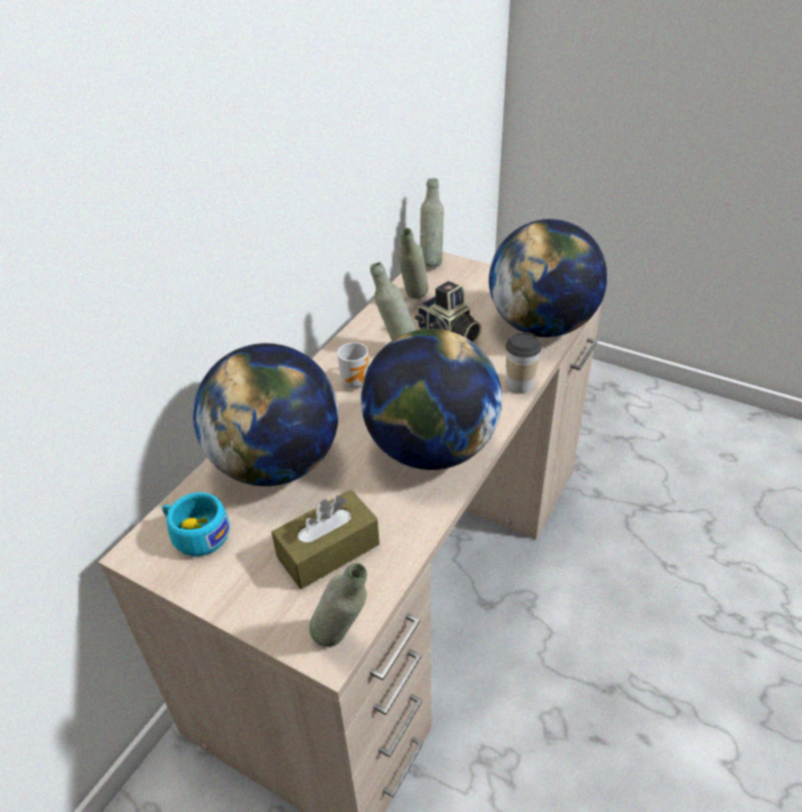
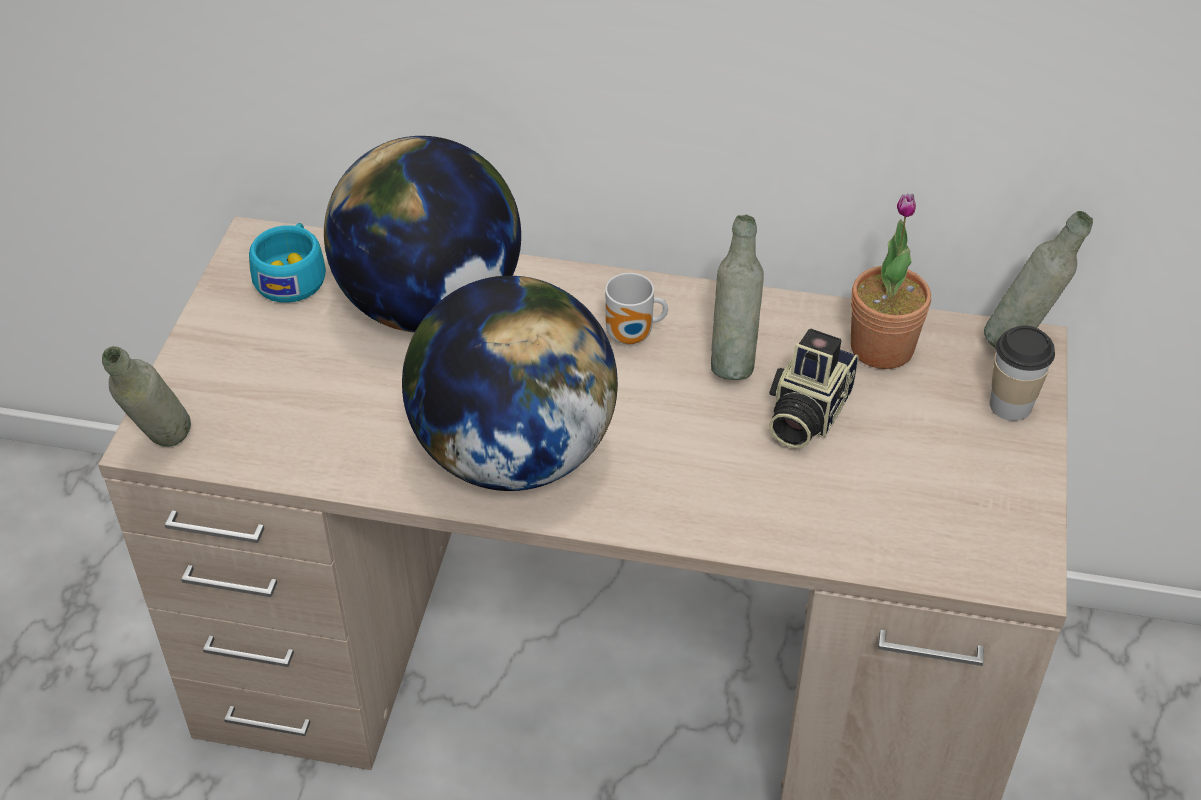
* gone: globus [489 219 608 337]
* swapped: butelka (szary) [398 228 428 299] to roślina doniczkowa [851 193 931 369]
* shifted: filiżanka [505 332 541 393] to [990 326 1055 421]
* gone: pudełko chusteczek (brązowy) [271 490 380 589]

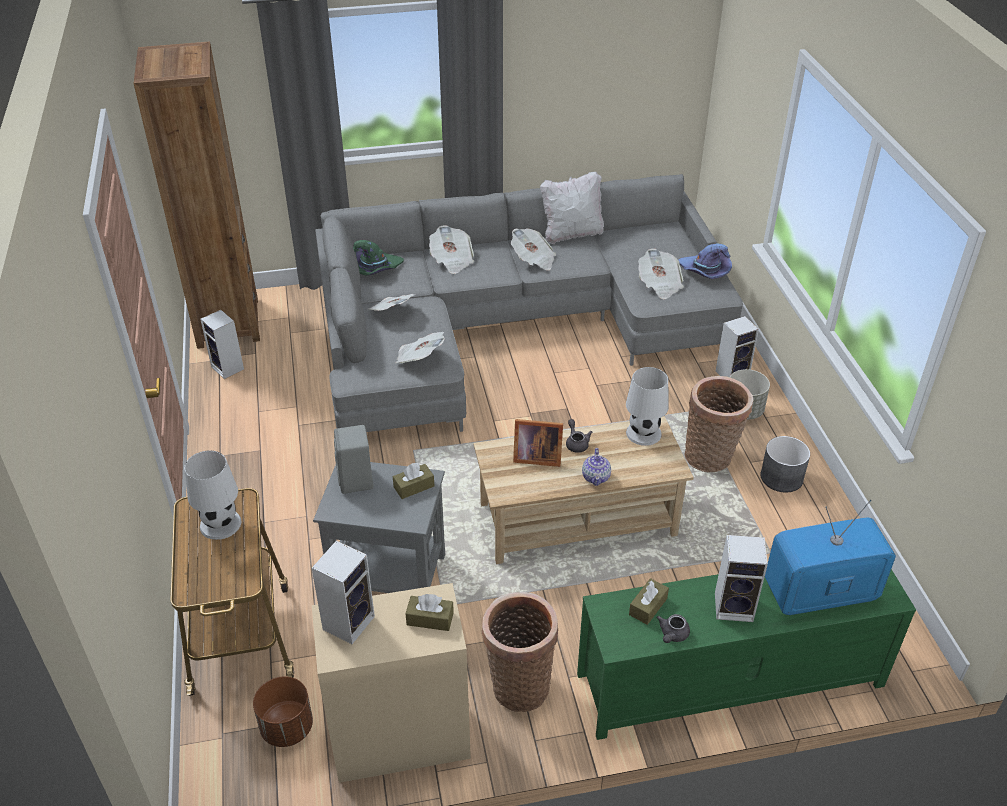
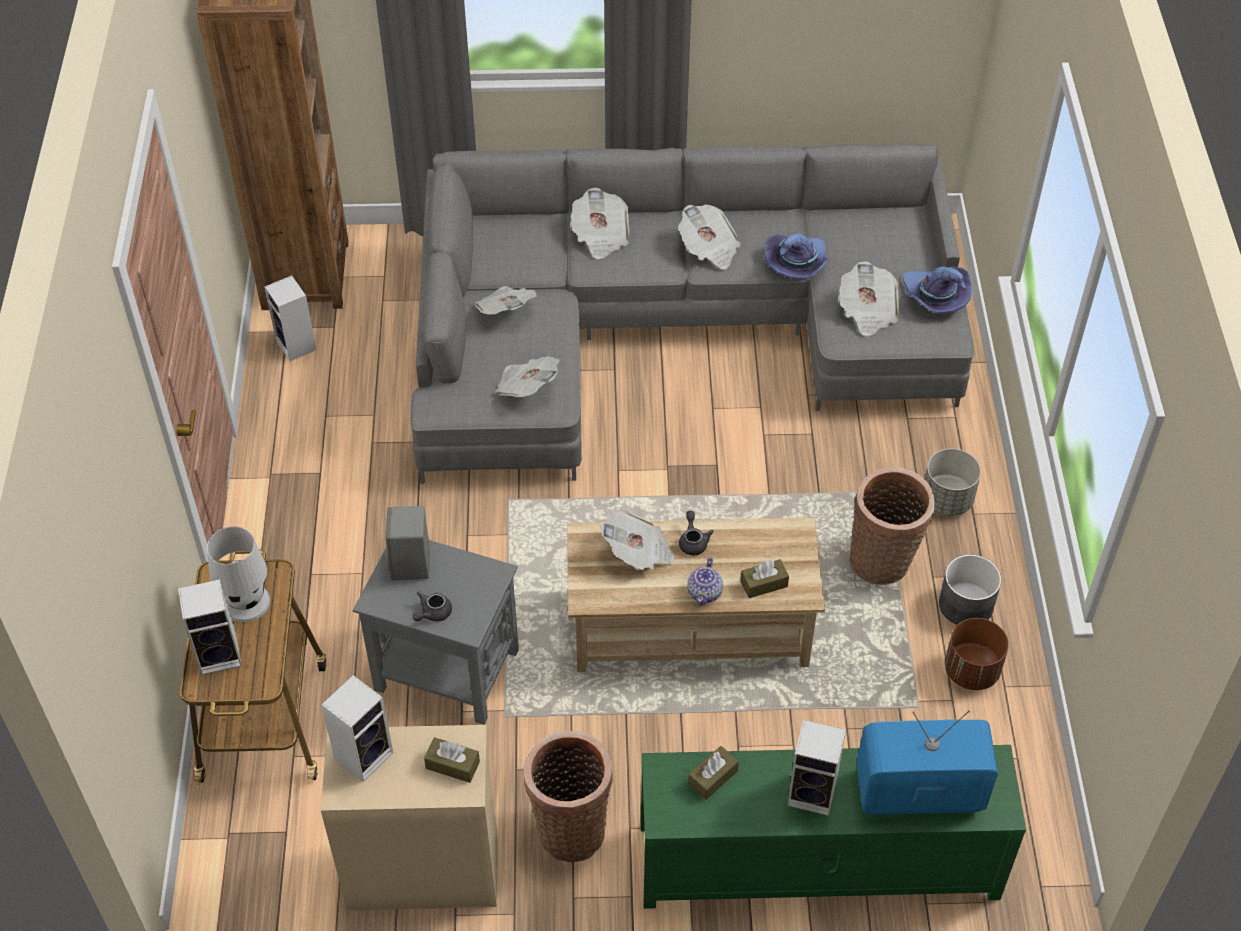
* gone: poduszka (biały) [540 172 604 244]
* gone: kapelusz (zielony) [353 240 404 276]
* shifted: głośnik [716 316 759 377] to [178 579 242 675]
* gone: lampa stołowa (biały) [626 367 669 446]
* swapped: ramka na zdjęcie [513 419 563 467] to gazeta [600 509 676 570]
* shifted: pudełko chusteczek (brązowy) [393 463 434 499] to [740 559 789 598]
* shifted: imbryk (szary) [657 614 690 643] to [413 592 452 622]
* shifted: donica (brązowy) [253 676 313 747] to [945 618 1009 690]
* new: kapelusz (fioletowy) [764 233 828 280]

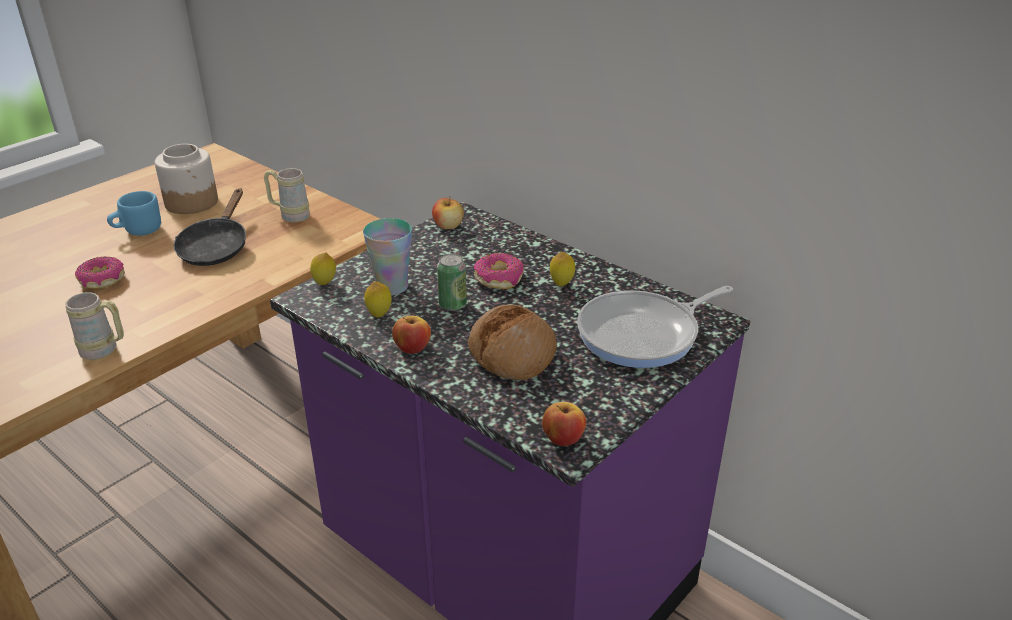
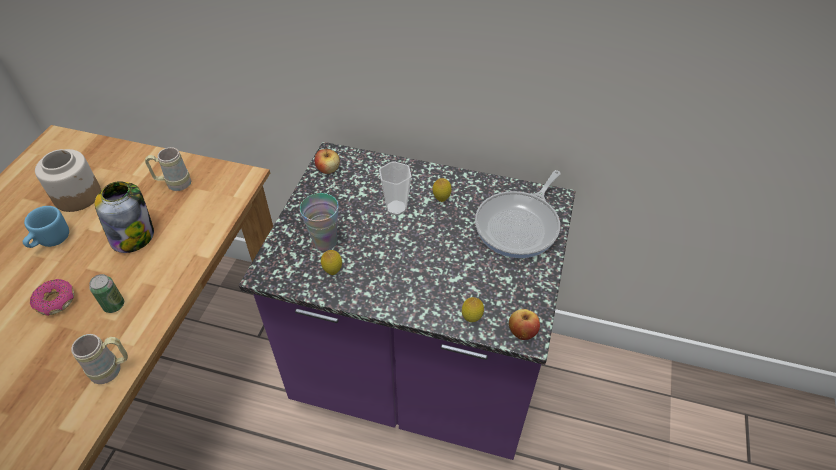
* swapped: patelnia (czarny) [174 188 246 266] to słoik [95 181 154 253]
* shifted: cytryna [310 253 336 285] to [462 297 484 322]
* shifted: puszka [437 253 467 311] to [89 274 124 313]
* swapped: donut [474 253 524 289] to filiżanka [379 161 411 216]
* gone: chleb [468 305 557 380]
* gone: jabłko [392 316 431 354]

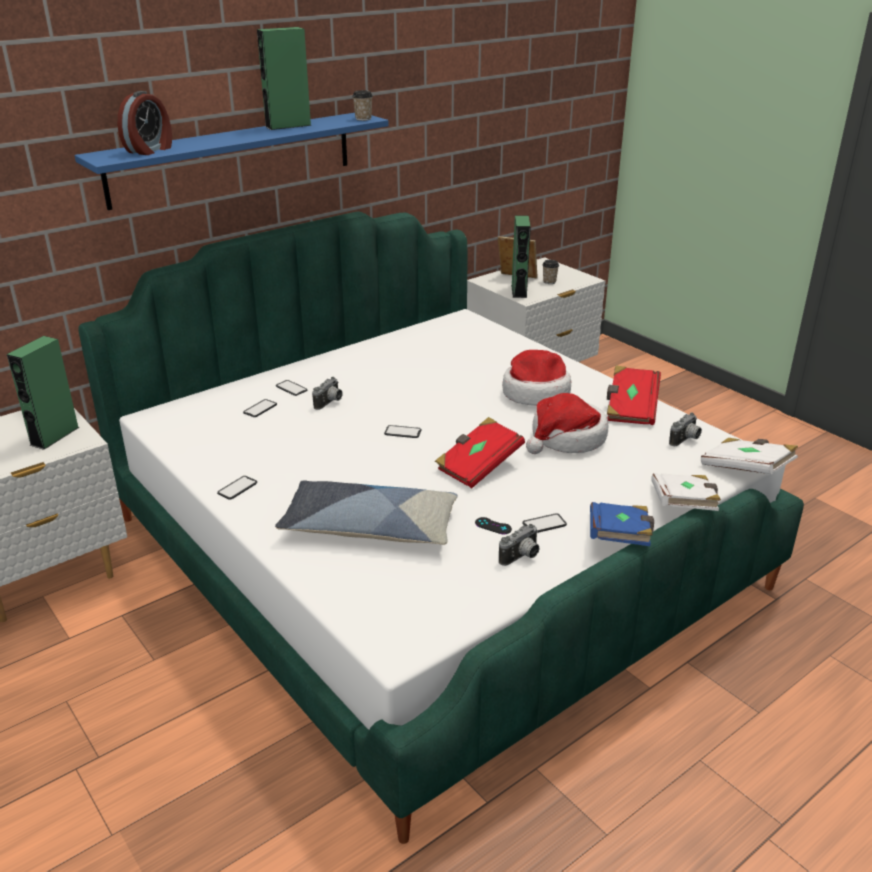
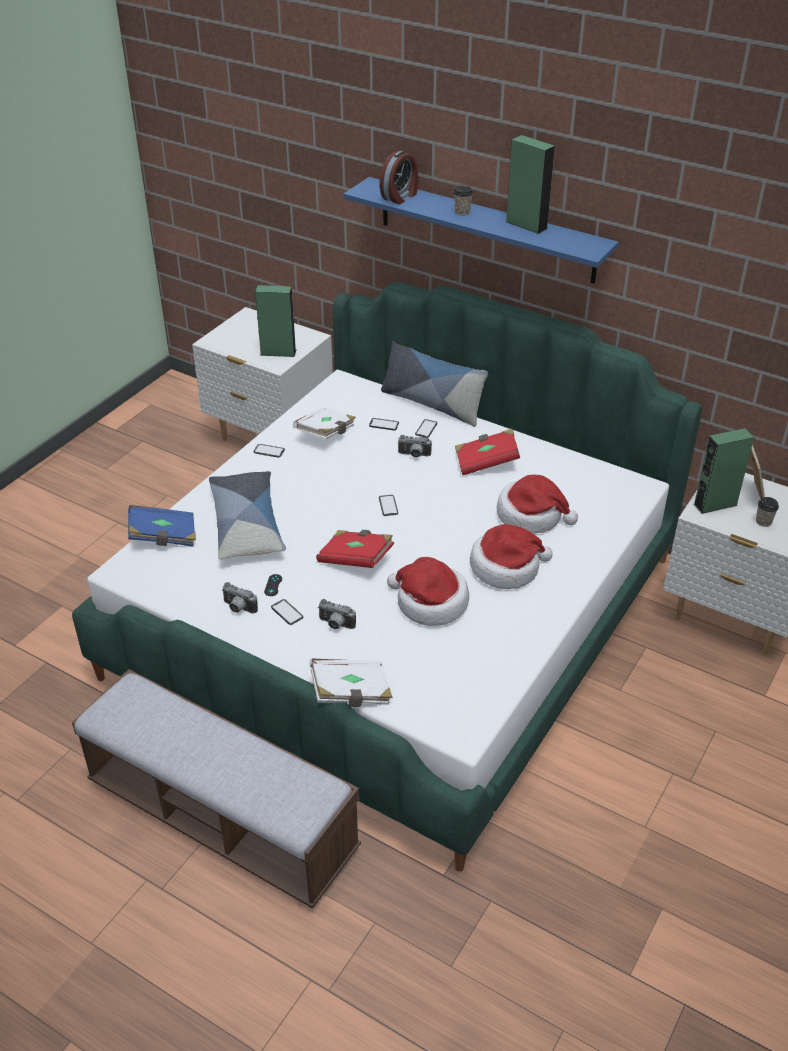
* shifted: filiżanka [352 90 373 121] to [453 185 473 216]
* rotated: budzik [117 91 172 155] = [380 151 418 204] 60 degrees counterclockwise
* shifted: książka (czerwony) [607 365 661 425] to [455 429 520 475]
* shifted: aparat fotograficzny [669 413 702 446] to [318 599 356 630]
* shifted: książka (biały) [701 438 798 474] to [293 408 356 440]
* shifted: książka (niebieski) [590 502 654 546] to [128 505 196 547]
* new: poduszka [381 341 488 427]
* new: kapelusz [497 475 578 534]
* new: ławka [72 669 361 909]

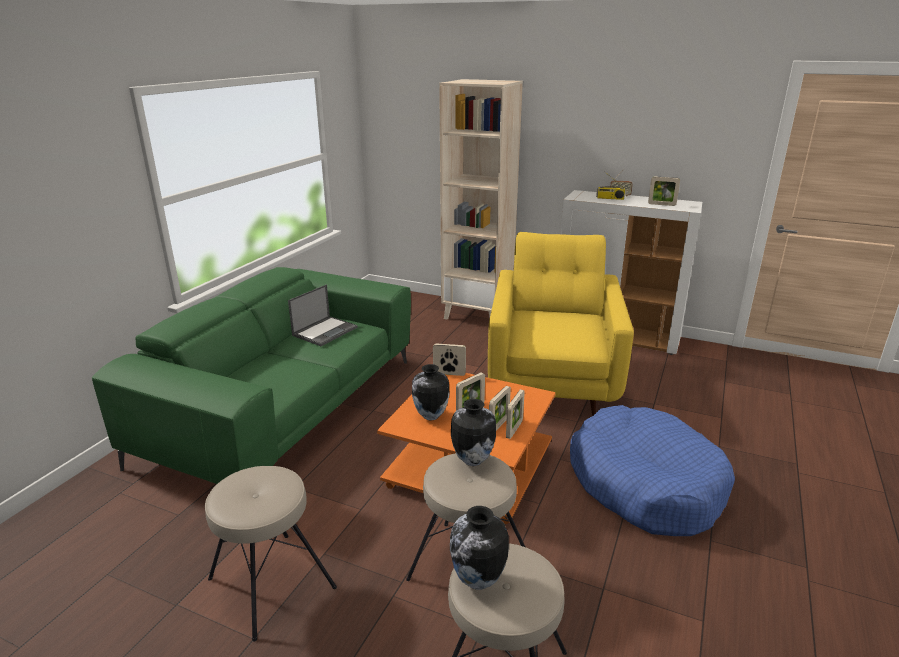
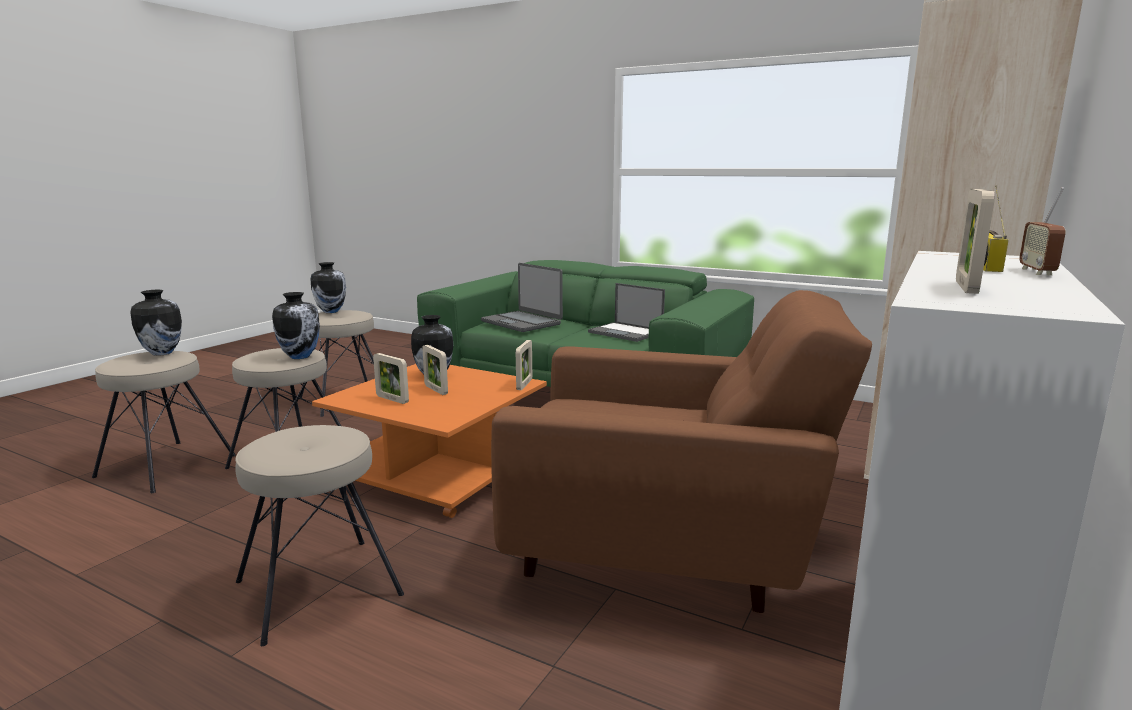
* repainted: fotel (żółty) [488 232 634 415] to fotel (brązowy) [491 290 872 613]
* gone: ramka na zdjęcie [506 389 525 439]
* swapped: legowisko (niebieski) [570 405 735 536] to stołek (beżowy) [235 425 404 646]
* new: wazon [311 262 346 313]
* new: laptop [481 263 563 332]

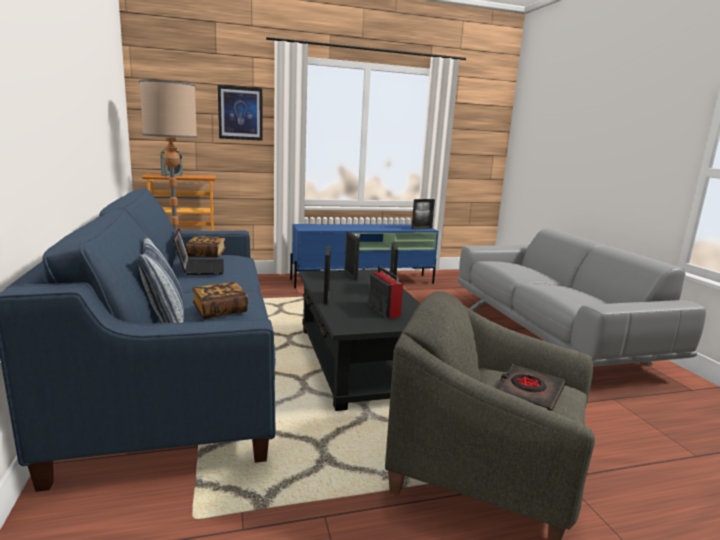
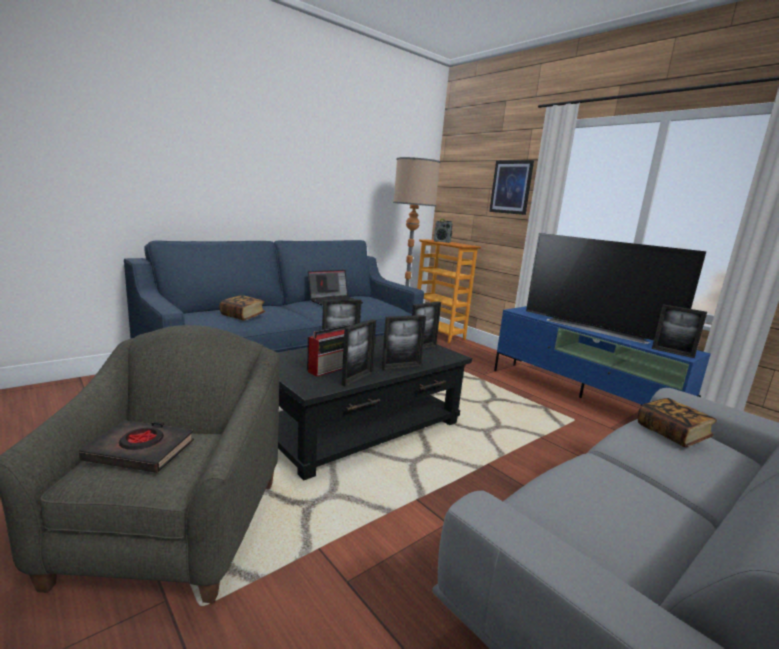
* gone: poduszka [137 236 184 323]
* shifted: książka [186 236 226 257] to [637 398 717 447]
* new: telewizor [526 233 706 344]
* new: ramka na zdjęcie [342 319 376 387]

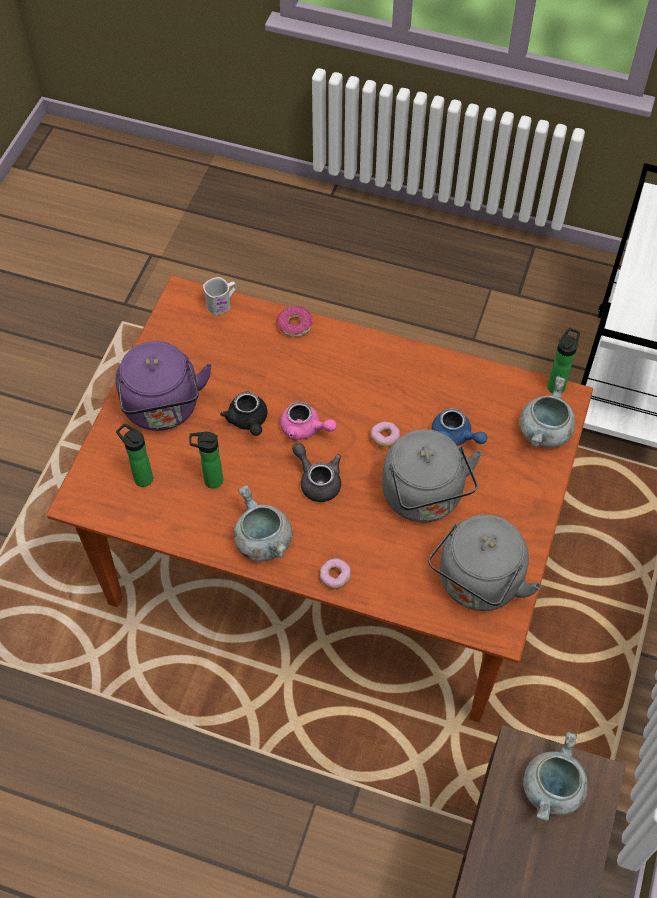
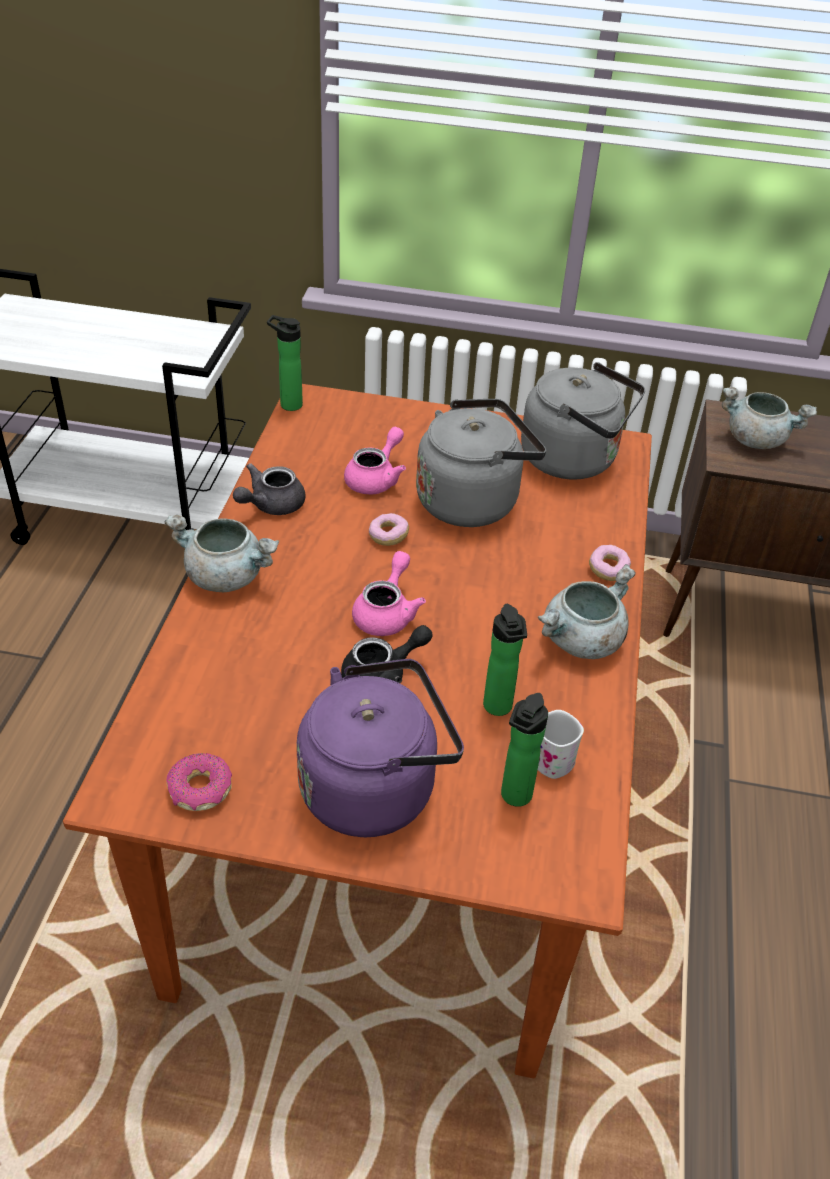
* shifted: kubek (biały) [203 277 236 315] to [538 710 584 779]
* shifted: donut [277 306 313 337] to [166 753 232 811]
* shifted: garnek (szary) [519 376 575 448] to [165 515 279 592]
* repainted: imbryk (niebieski) [432 408 488 446] to imbryk (różowy) [344 427 406 495]
* shifted: imbryk (szary) [292 443 341 502] to [233 463 305 515]

